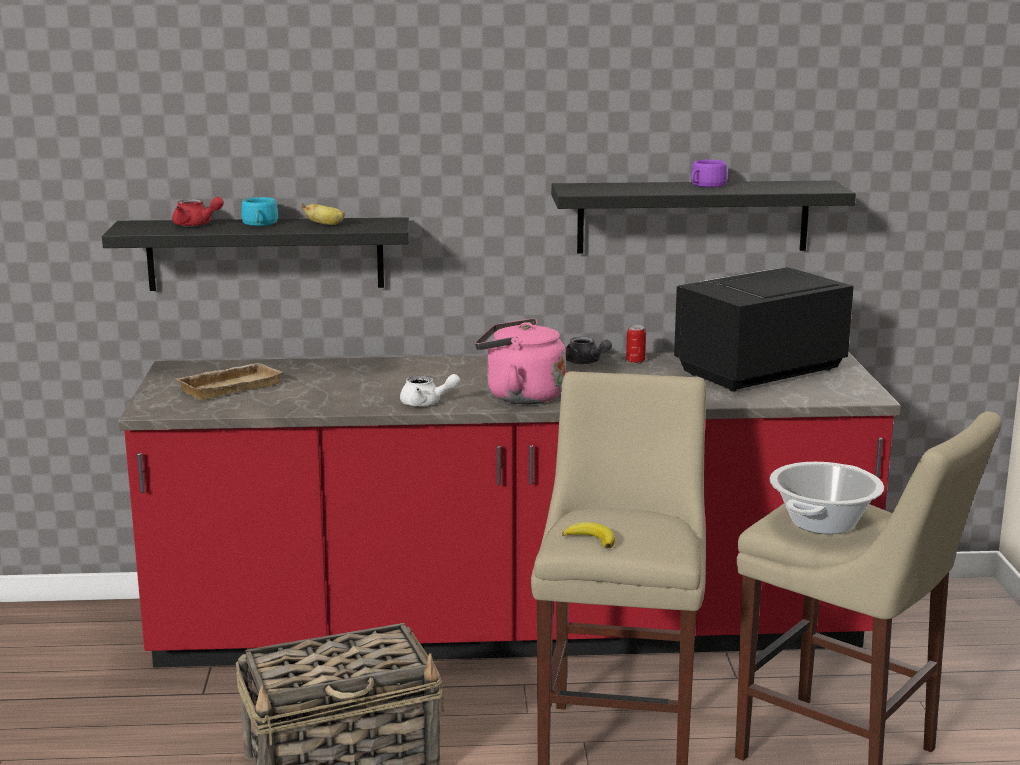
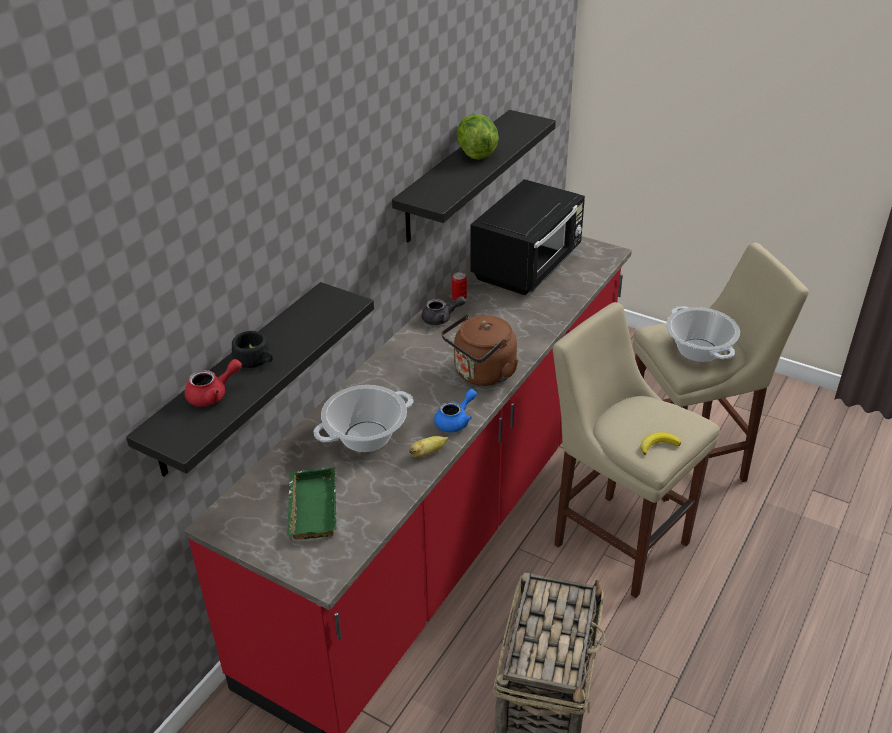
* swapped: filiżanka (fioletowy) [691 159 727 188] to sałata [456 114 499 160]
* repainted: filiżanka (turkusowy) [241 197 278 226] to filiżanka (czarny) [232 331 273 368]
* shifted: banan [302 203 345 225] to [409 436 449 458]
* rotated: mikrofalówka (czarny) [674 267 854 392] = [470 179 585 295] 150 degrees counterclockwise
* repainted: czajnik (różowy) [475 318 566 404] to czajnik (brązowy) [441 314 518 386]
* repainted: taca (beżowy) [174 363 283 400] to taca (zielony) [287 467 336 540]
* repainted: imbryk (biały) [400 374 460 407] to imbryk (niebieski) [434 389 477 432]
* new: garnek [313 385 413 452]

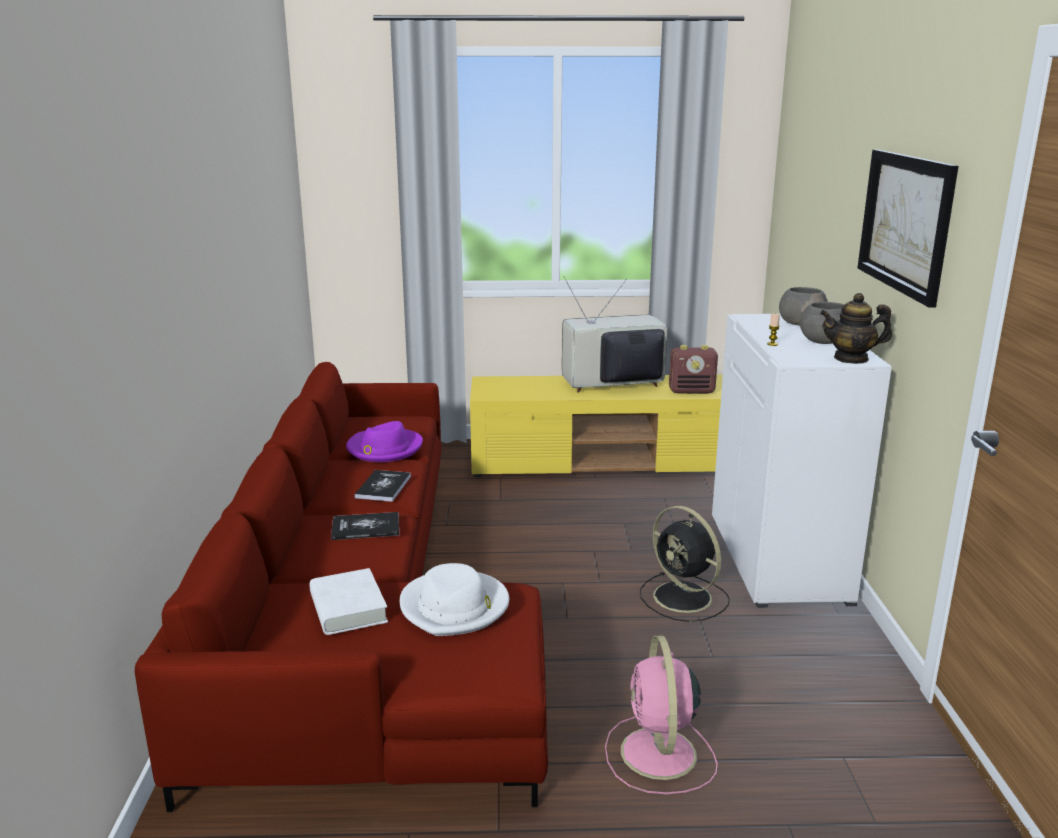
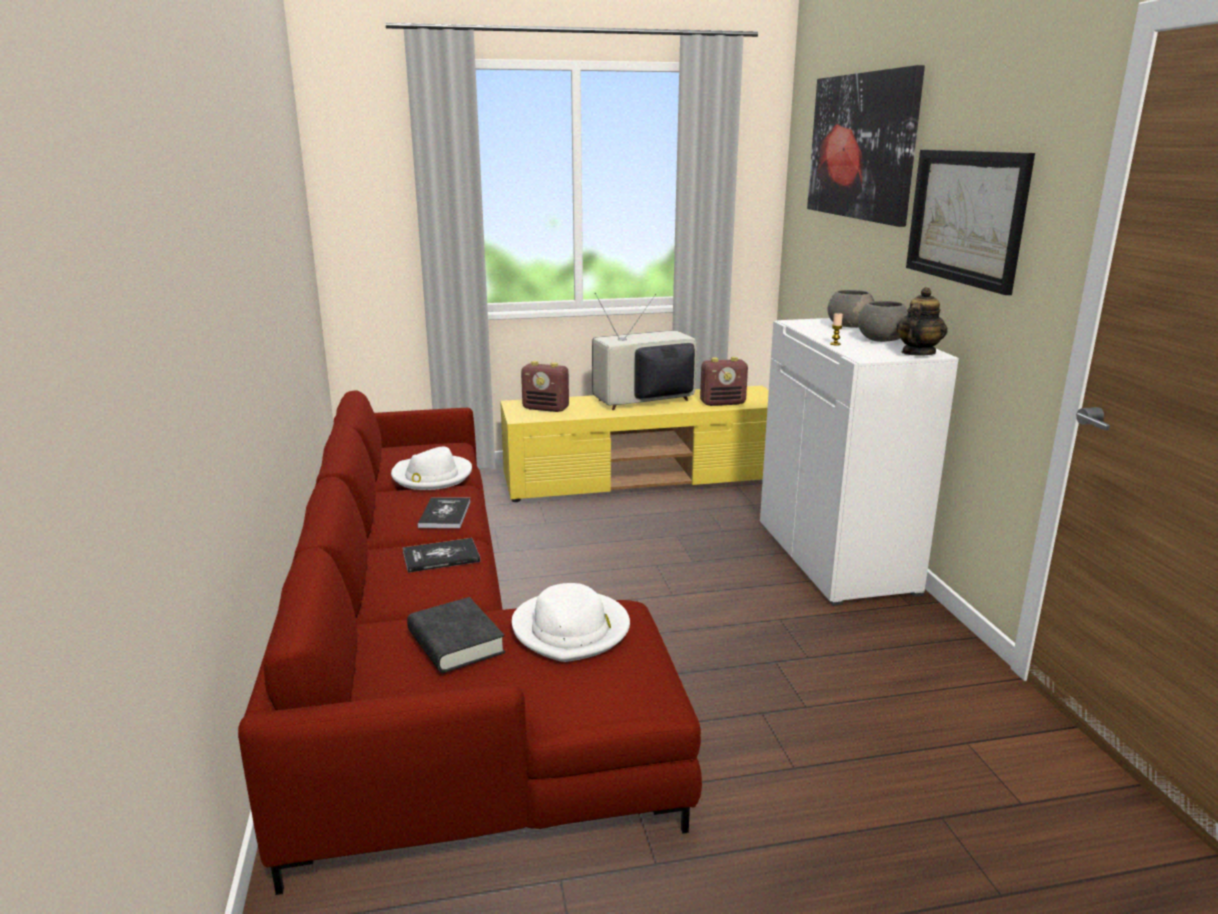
* rotated: imbryk [820 293 892 364] = [896 287 947 356] 135 degrees clockwise
* repainted: kapelusz (fioletowy) [346 421 423 462] to kapelusz (biały) [391 447 472 490]
* gone: wentylator (czarny) [640 506 730 622]
* repainted: książka (biały) [309 568 388 635] to książka (czarny) [407 597 505 673]
* gone: wentylator (różowy) [605 636 718 794]
* new: obraz [807 65 925 227]
* new: radio [521 361 569 412]

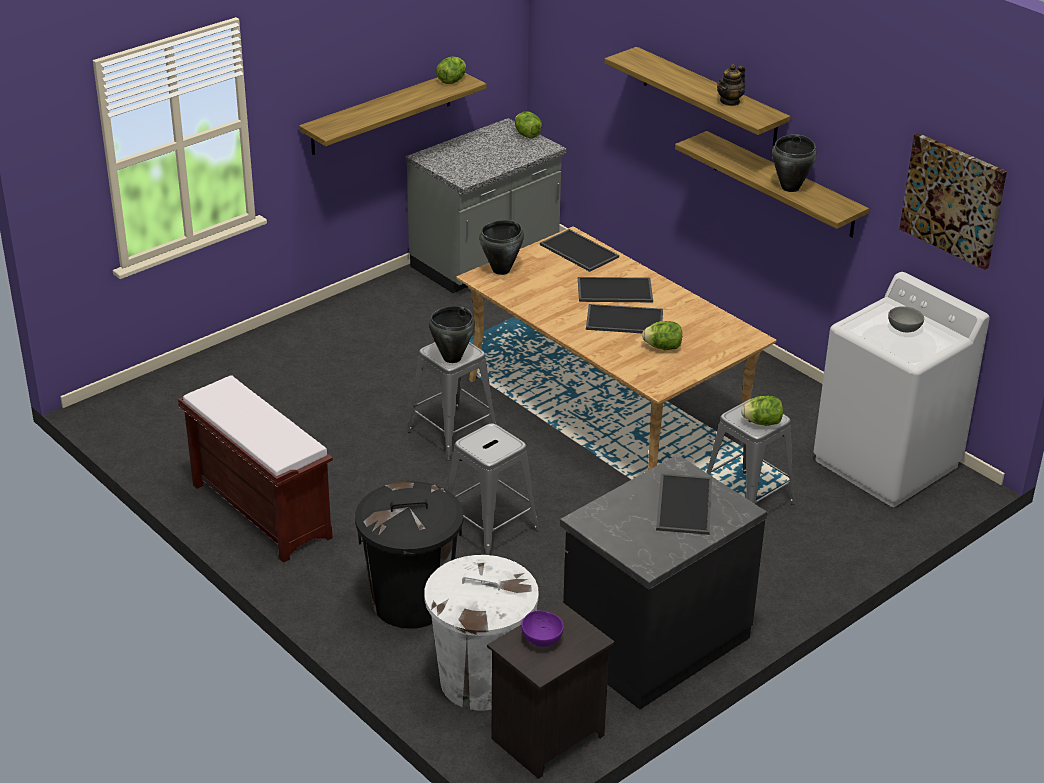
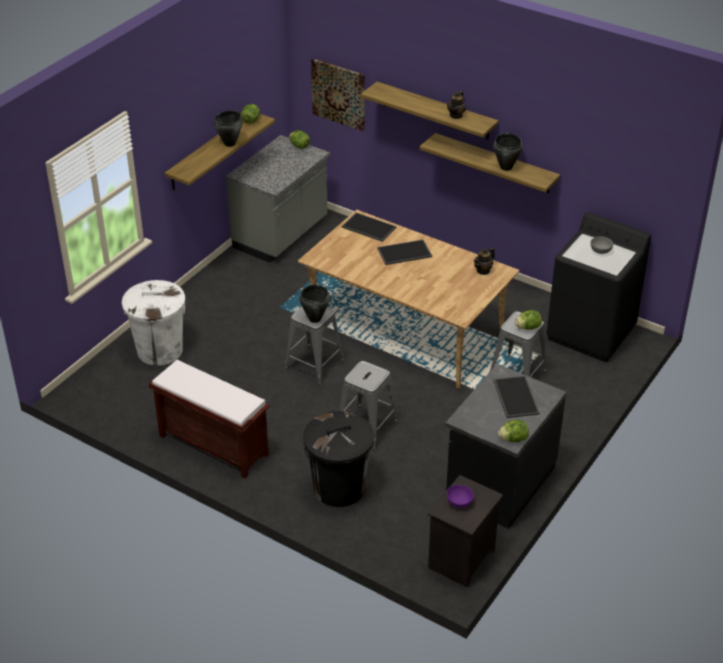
* shifted: obraz [899 133 1007 270] to [311 58 365 131]
* shifted: garnek (czarny) [479 220 524 275] to [214 110 243 147]
* repainted: pralka (biały) [814 272 990 507] to pralka (czarny) [546 212 651 362]
* gone: taca [586 304 663 333]
* shifted: sałata [642 321 682 350] to [498 420 529 443]
* shifted: kosz na śmieci (biały) [424 555 539 711] to [122 280 185 366]
* new: imbryk [474 248 495 275]

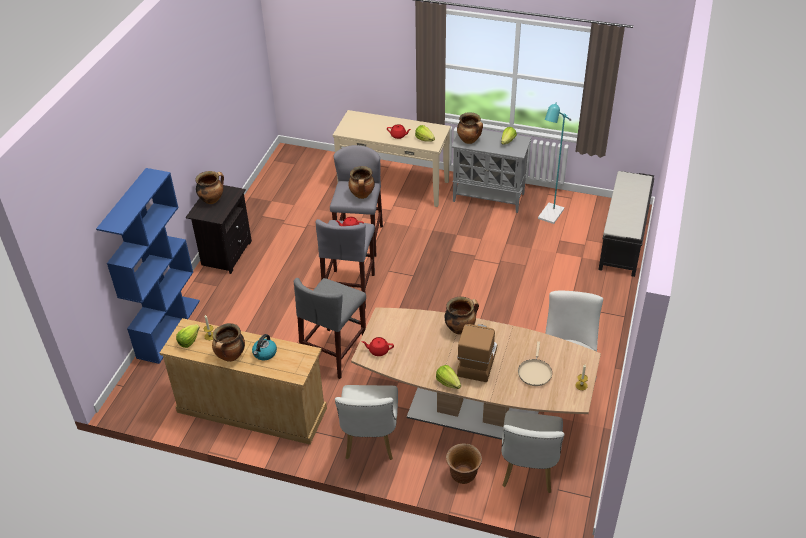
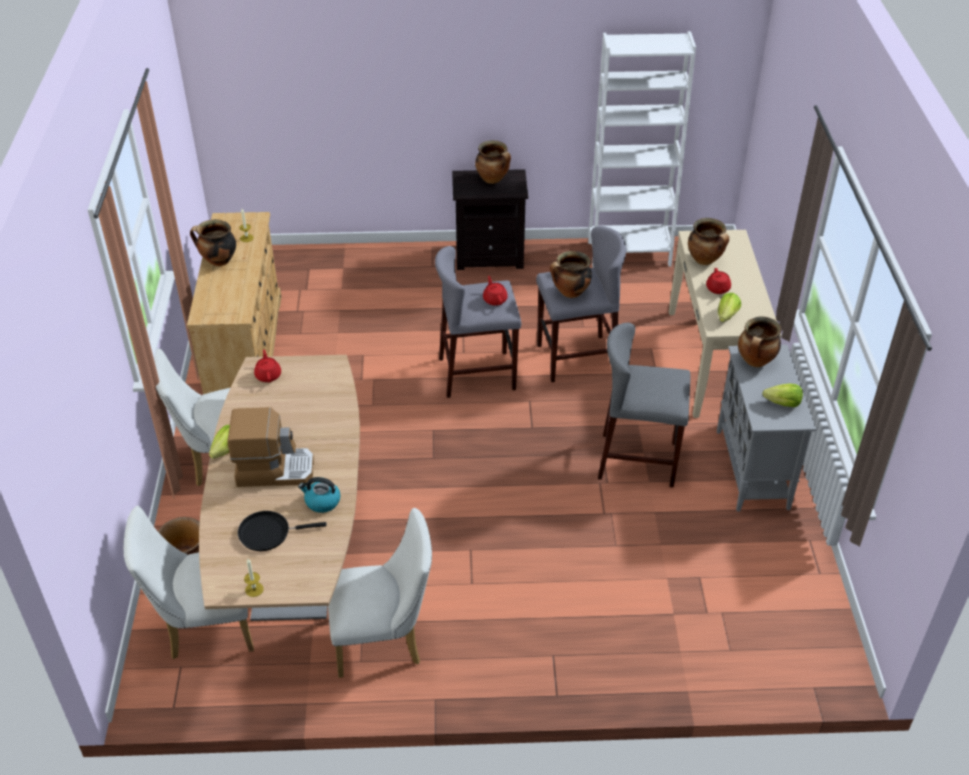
* gone: lampa stojąca (turkusowy) [538 102 571 224]
* gone: regał (niebieski) [96 168 200 364]
* gone: ławka (czarny) [598 171 654 277]
* shifted: stołek (szary) [294 278 366 379] to [598 323 691 487]
* shifted: garnek [444 297 479 335] to [688 218 729 265]
* gone: sałata [176 324 200 348]
* shifted: czajnik [252 334 277 360] to [298 477 340 513]
* repainted: patelnia (beżowy) [518 341 552 386] to patelnia (czarny) [238 511 327 551]
* new: regał (biały) [588 31 696 268]

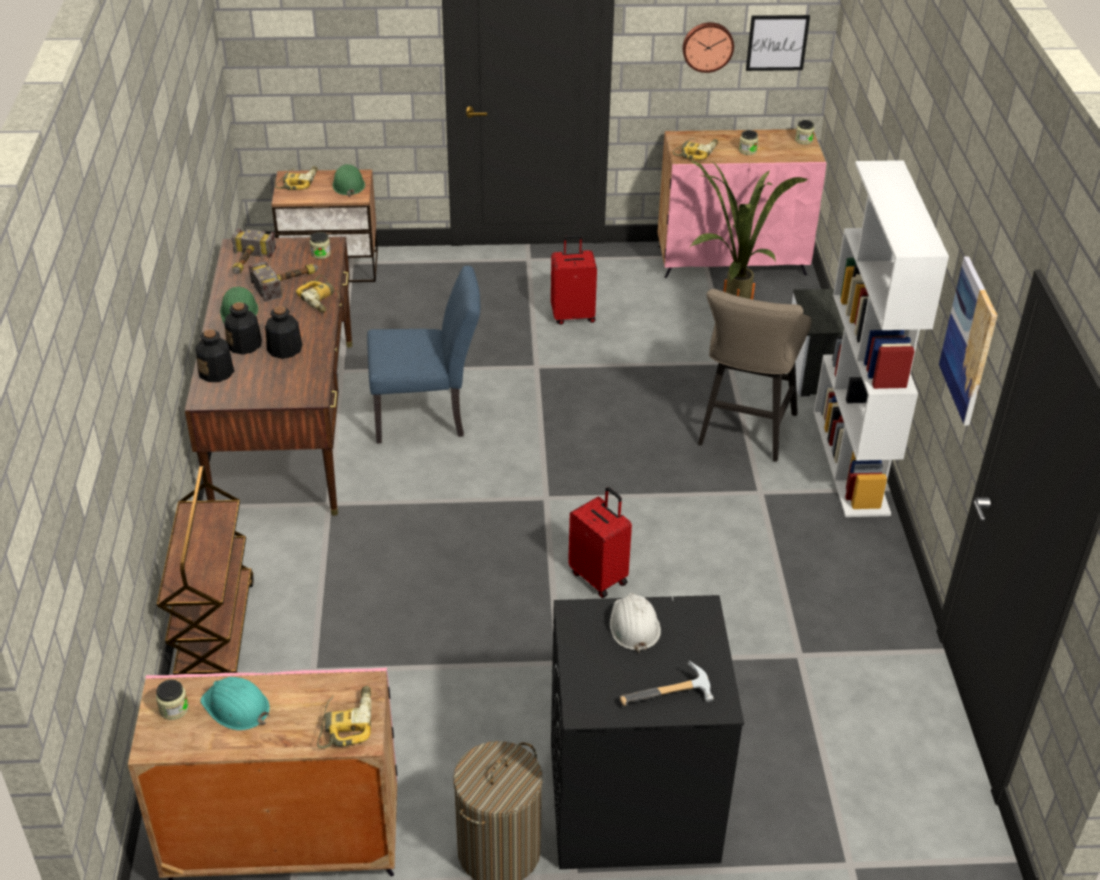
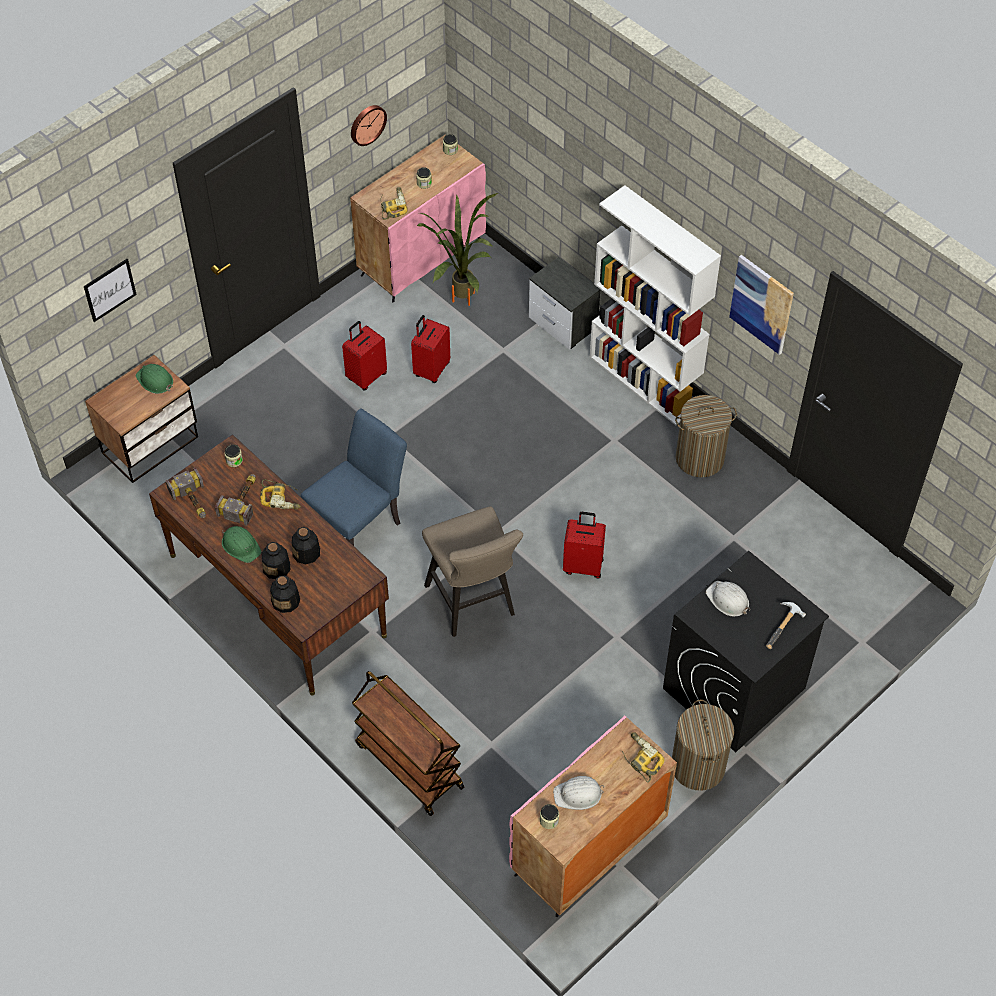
* shifted: obraz [746 15 810 71] to [84 259 137 322]
* gone: wiertarka [275 166 318 190]
* shifted: stołek (beżowy) [698 289 811 462] to [422 506 523 637]
* repainted: kask (turkusowy) [200 677 270 731] to kask (biały) [553 776 605 810]
* new: walizka (czerwony) [411 315 450 383]
* new: kosz na pranie [675 395 737 477]

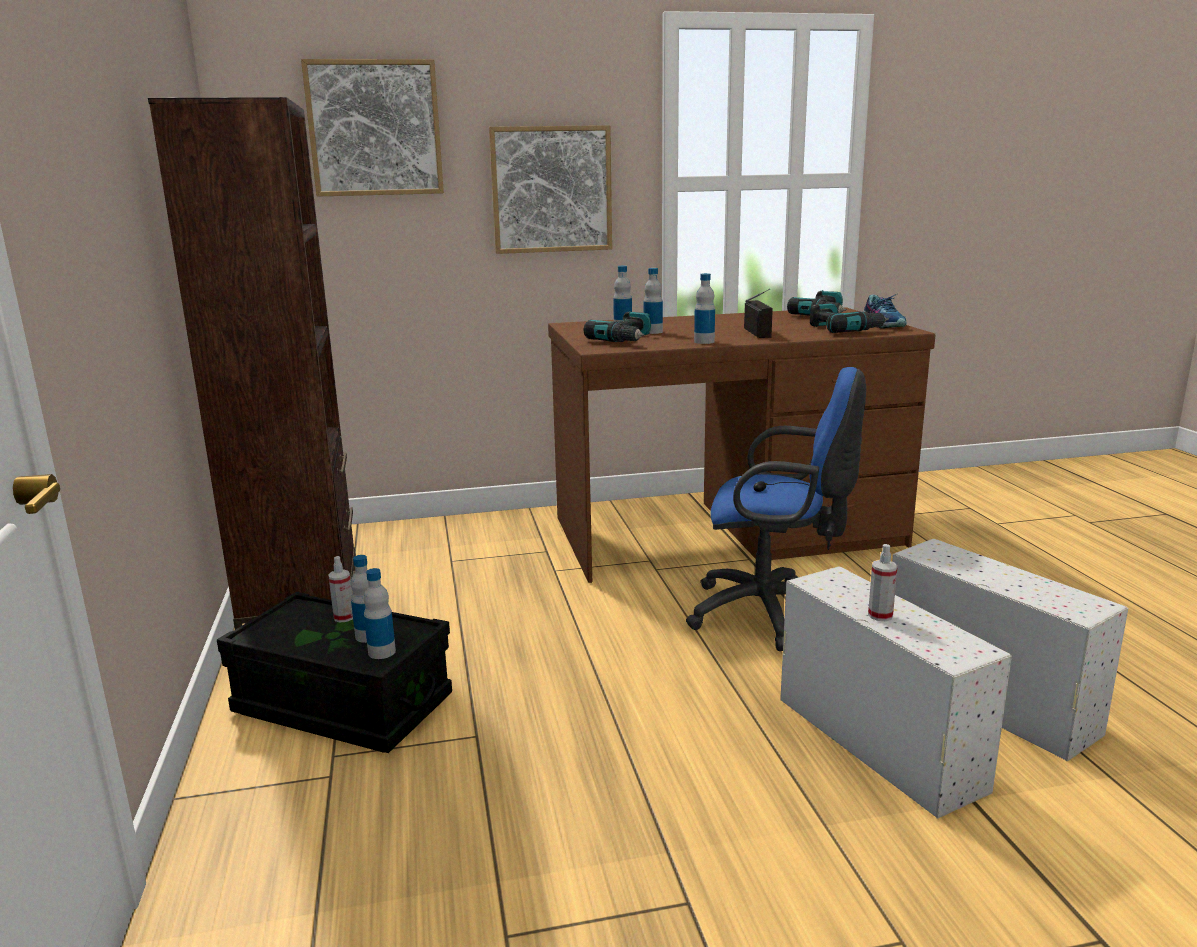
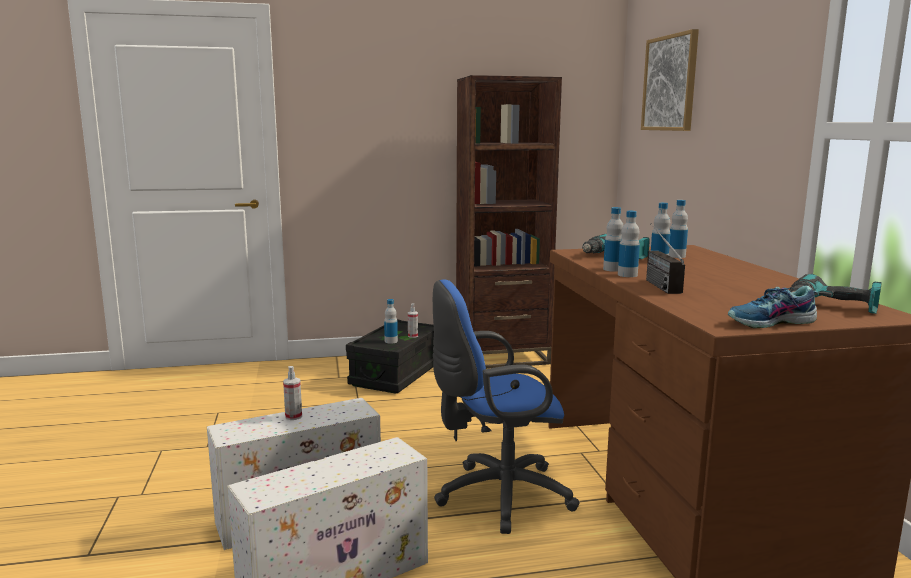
* gone: obraz [489 125 612 254]
* rotated: radio [744 289 773 338] = [646 223 685 294] 90 degrees clockwise
* gone: wiertarka [810 303 889 333]
* rotated: krzesło biurowe (niebieski) [686 367 866 651] = [433 279 579 534] 60 degrees clockwise
* shifted: butelka [363 568 396 659] to [618 211 640 277]

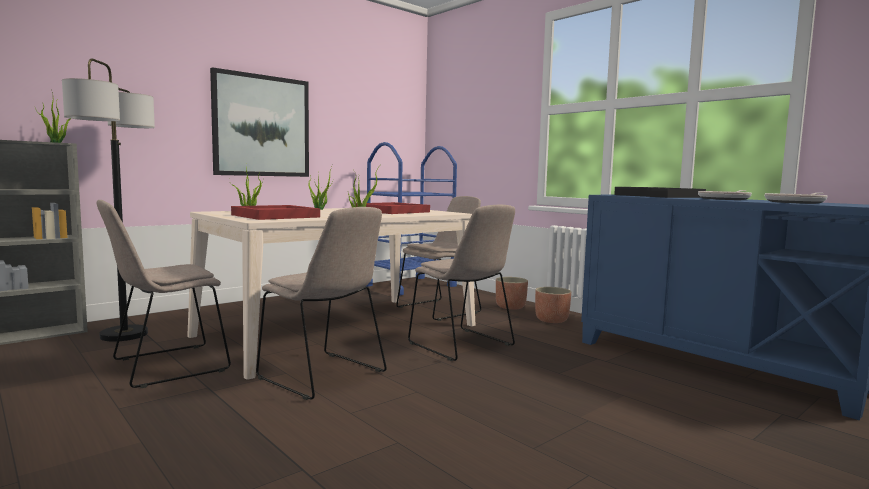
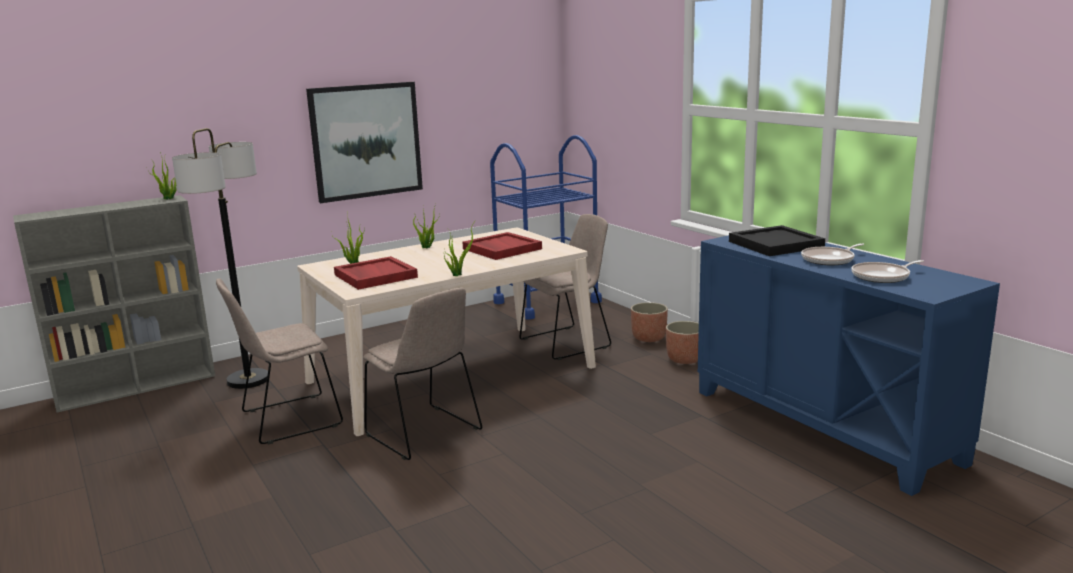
* gone: krzesło (beżowy) [408 205 515 361]

